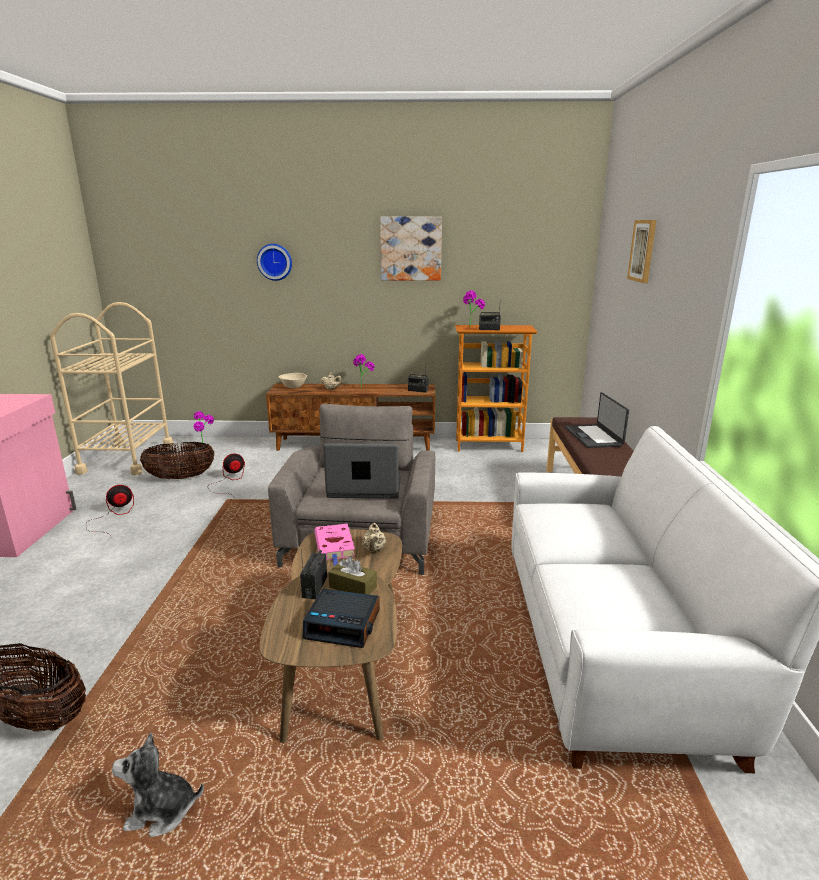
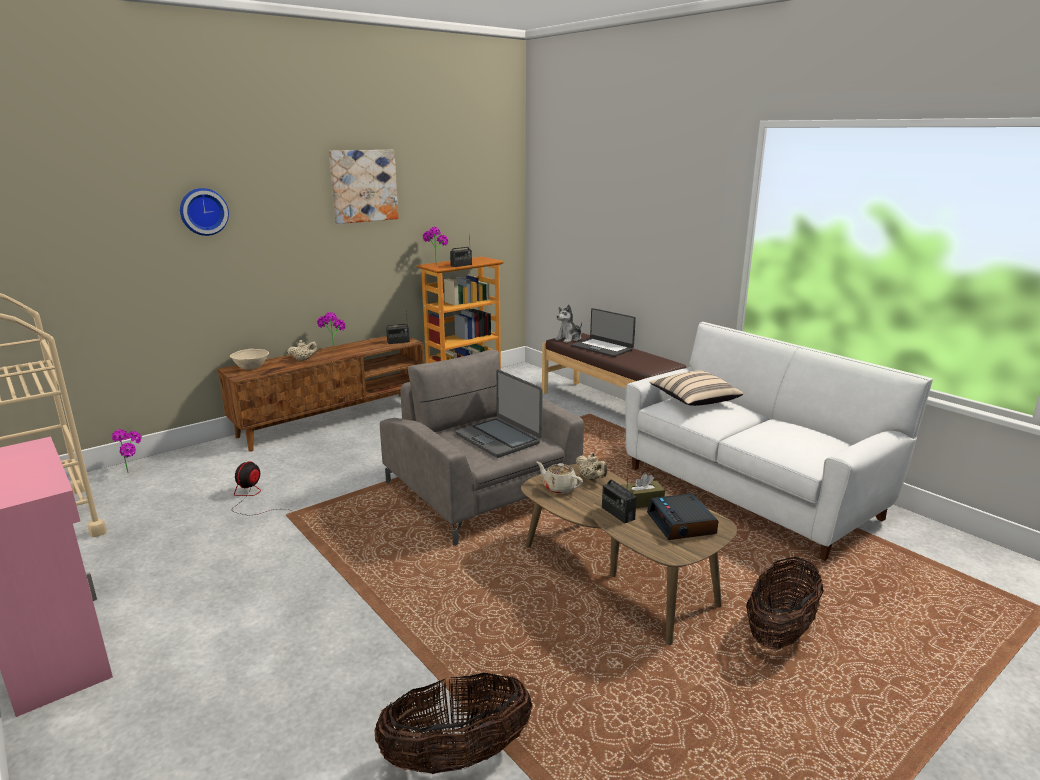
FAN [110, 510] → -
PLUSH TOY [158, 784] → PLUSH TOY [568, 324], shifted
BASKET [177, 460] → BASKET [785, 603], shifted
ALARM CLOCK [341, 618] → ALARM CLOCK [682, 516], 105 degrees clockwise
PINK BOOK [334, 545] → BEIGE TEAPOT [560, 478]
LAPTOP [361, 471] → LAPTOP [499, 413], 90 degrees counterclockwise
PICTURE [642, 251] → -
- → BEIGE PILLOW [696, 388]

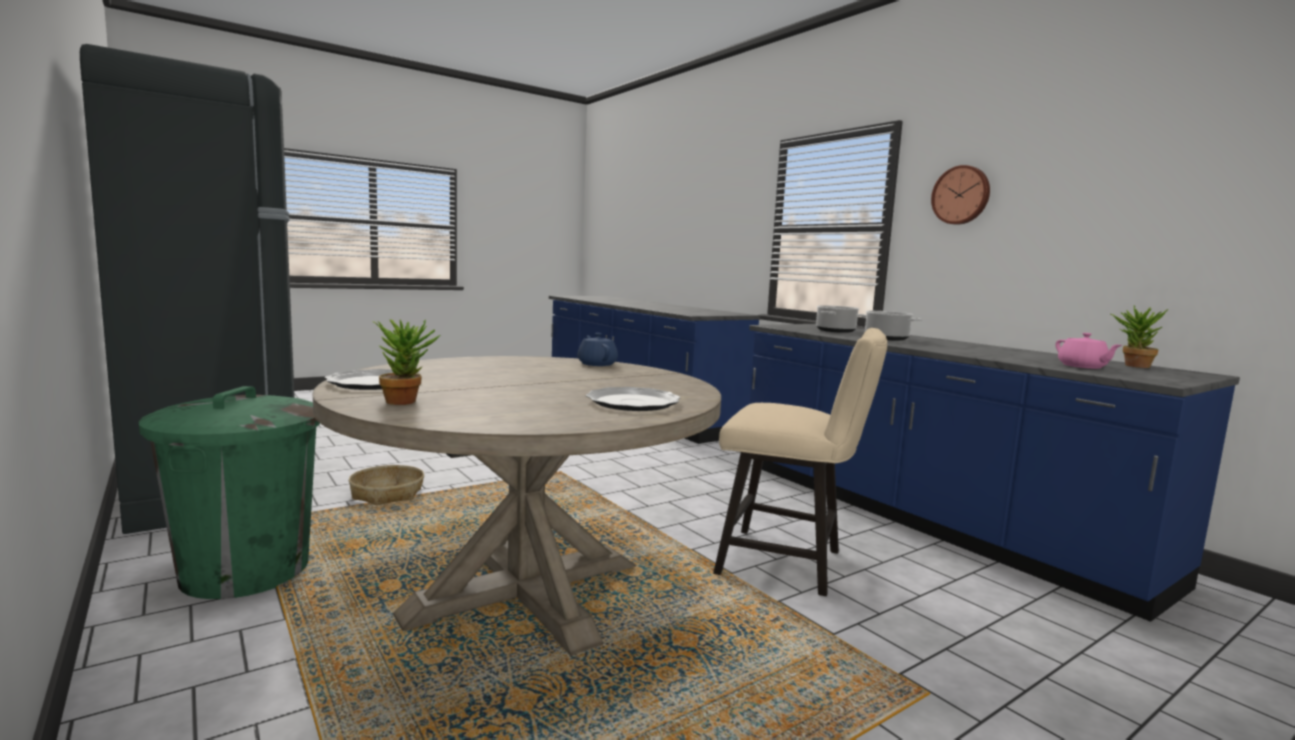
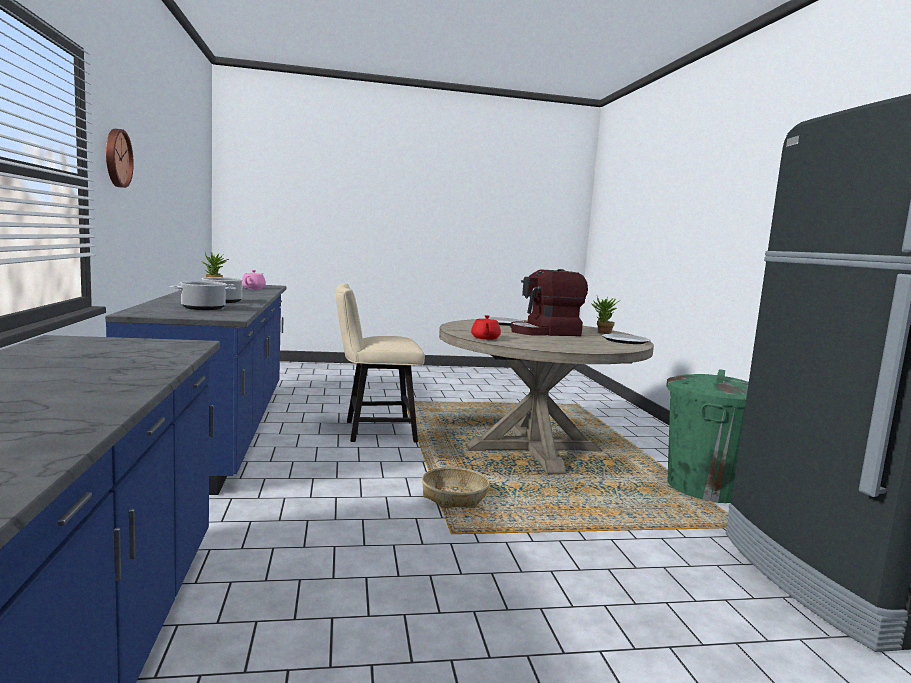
BASKET [386, 485] → BASKET [455, 487], shifted
BLUE TEAPOT [597, 349] → RED TEAPOT [486, 327]
BEIGE CHAIR [800, 462] → BEIGE CHAIR [380, 362], 60 degrees counterclockwise
- → COFFEE MACHINE [549, 302]

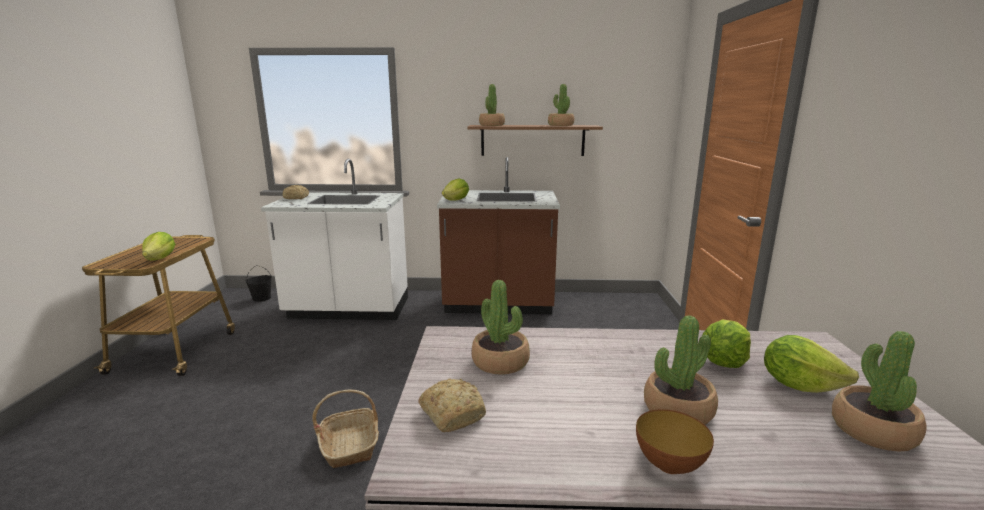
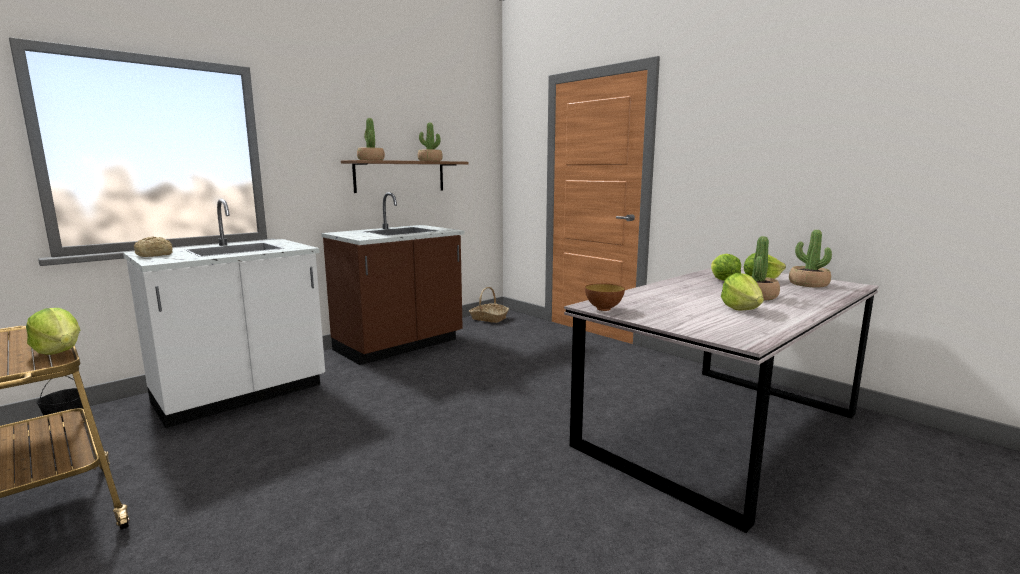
BASKET [346, 429] → BASKET [489, 305], shifted
BREAD [452, 405] → -
LETTUCE [455, 189] → LETTUCE [742, 292], shifted
POTTED PLANT [500, 327] → -
BOWL [675, 441] → BOWL [605, 297], shifted

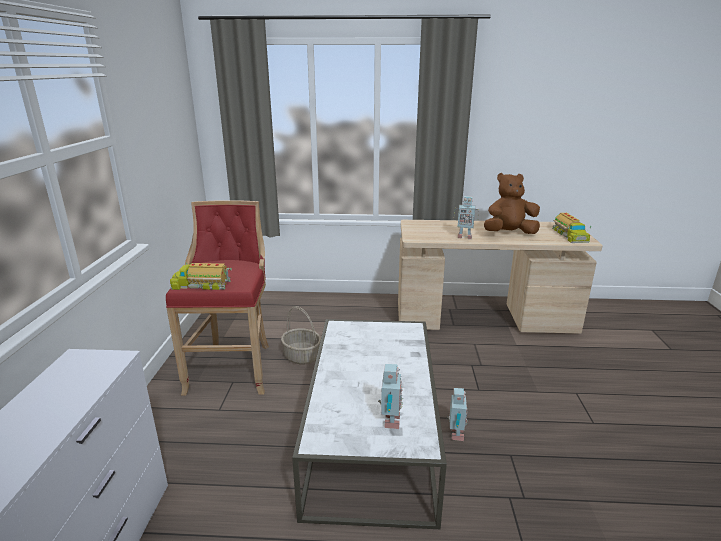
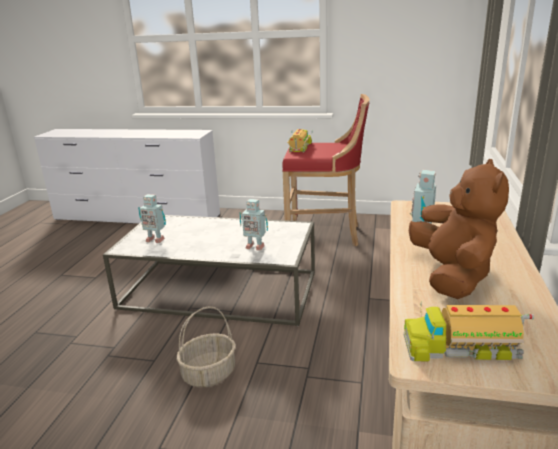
BASKET [301, 335] → BASKET [206, 346], shifted
TOY ROBOT [457, 414] → TOY ROBOT [254, 224], shifted

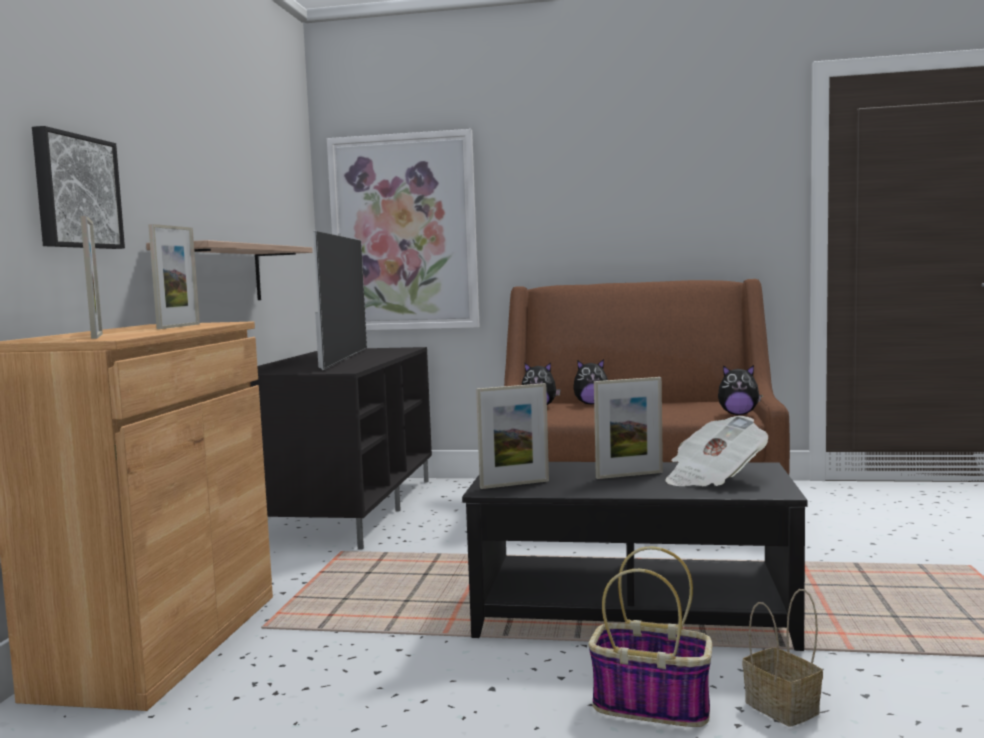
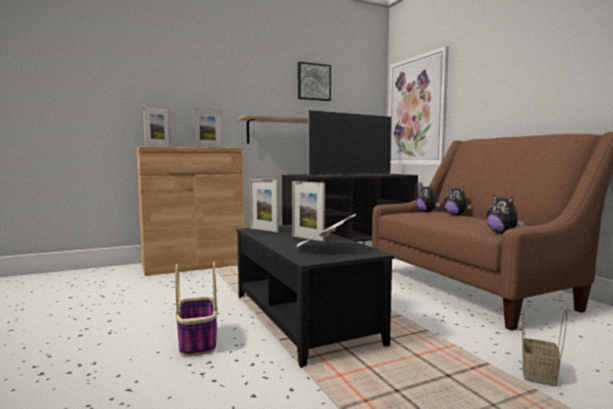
PICTURE [78, 187] → PICTURE [314, 81], shifted
BASKET [783, 658] → BASKET [544, 345], shifted

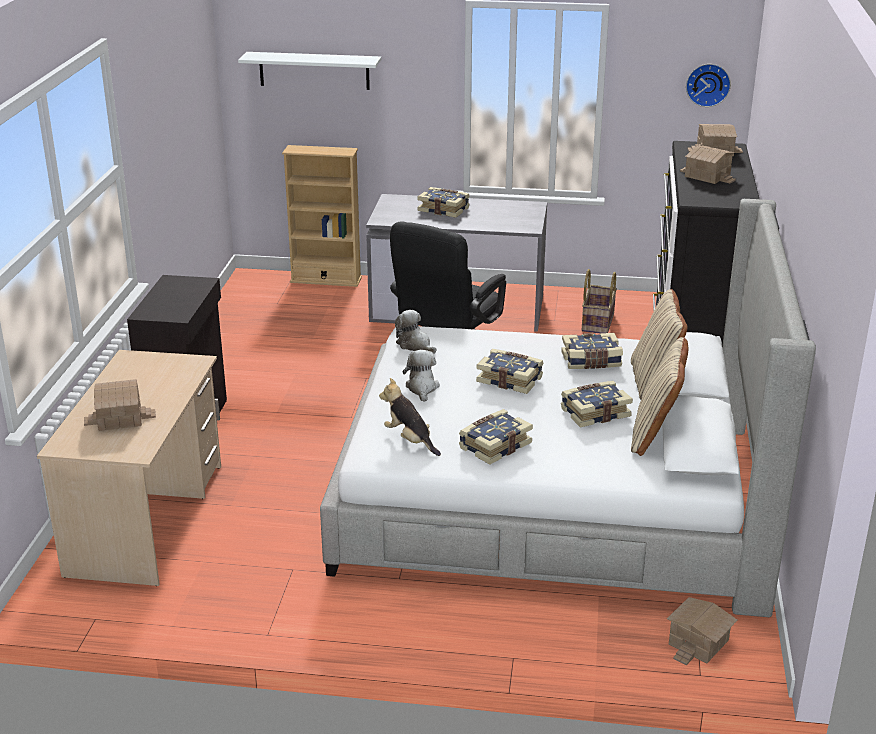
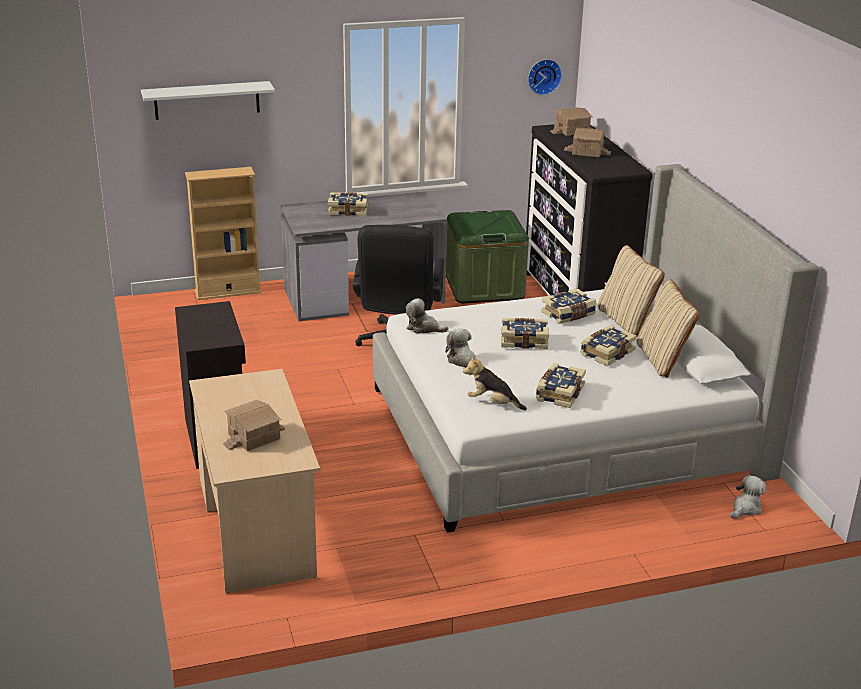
BASKET [599, 301] → GREEN STORAGE BOX [487, 256]
TOY HOUSE [702, 631] → PLUSH TOY [748, 497]

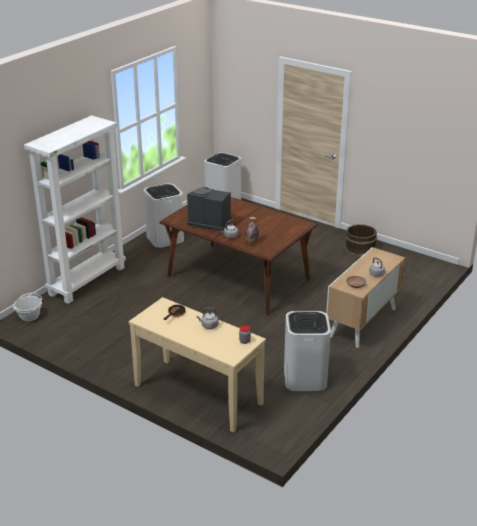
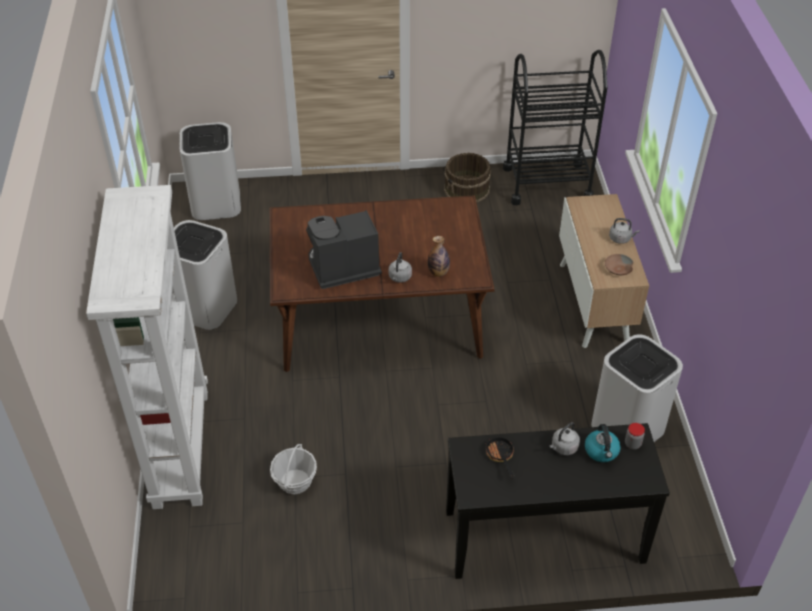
BASKET [27, 307] → BASKET [293, 469], shifted
BEIGE CONSOLE TABLE [197, 365] → BLACK CONSOLE TABLE [558, 501]
- → BLACK CART [555, 127]
- → KETTLE [603, 443]

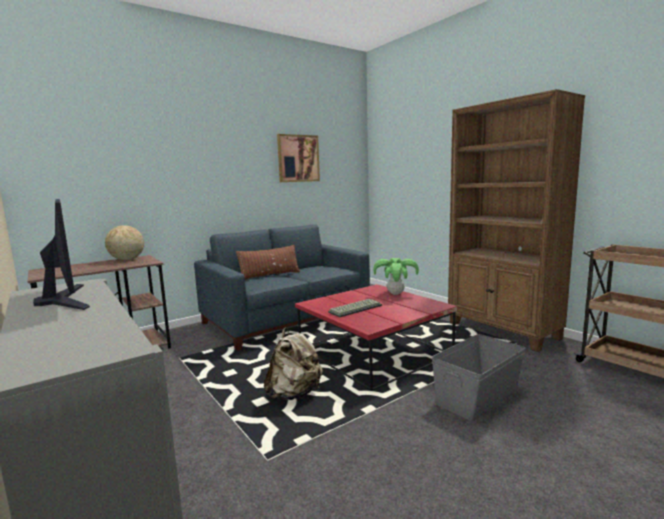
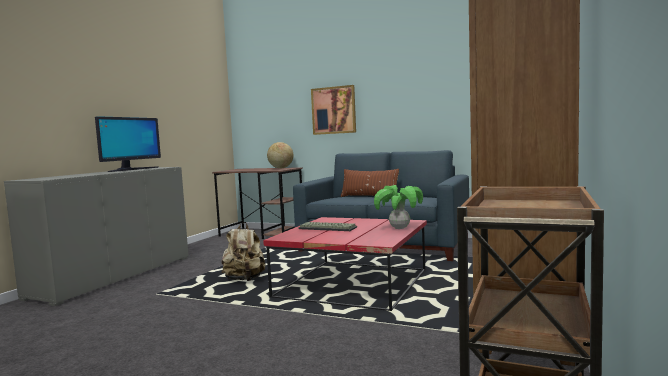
PICTURE [298, 158] → PICTURE [333, 110], shifted
GREY STORAGE BOX [479, 378] → -

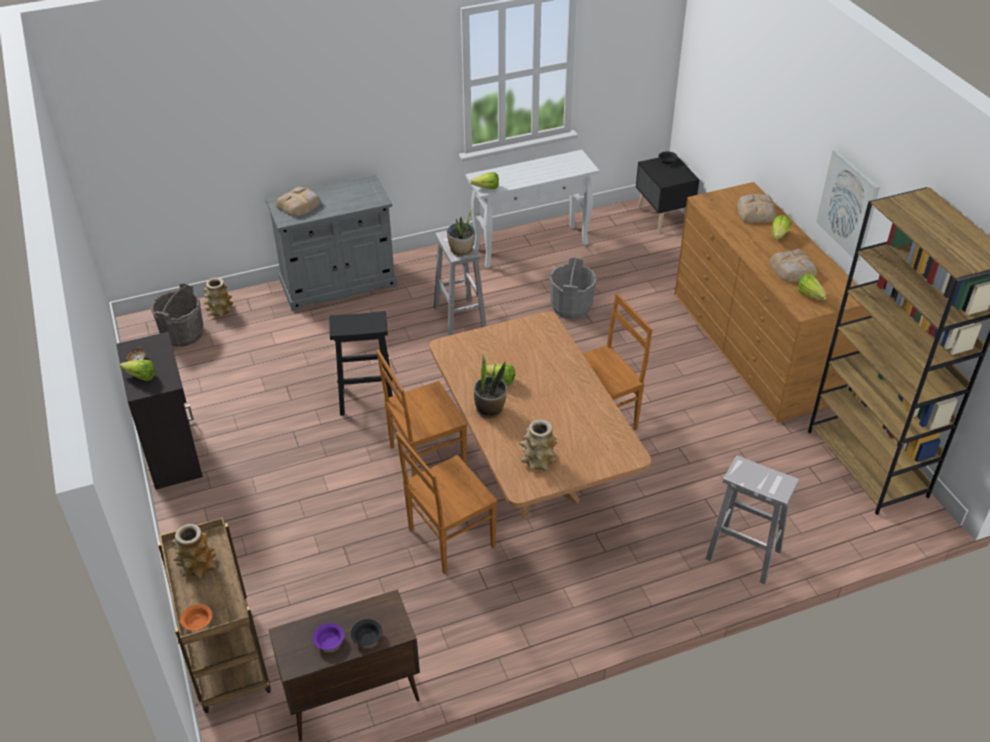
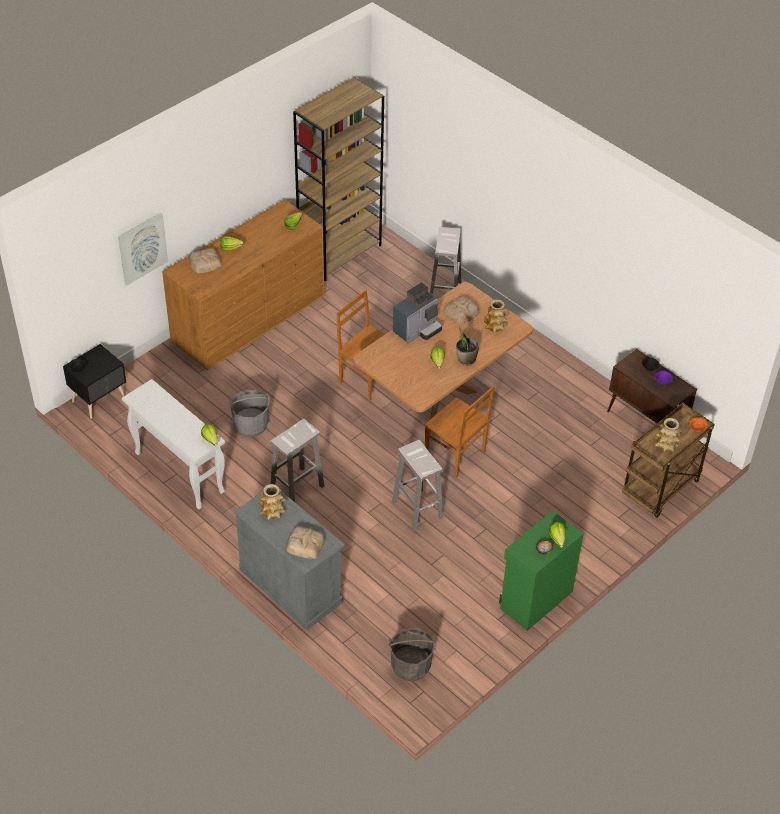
BLACK CABINET [159, 410] → GREEN CABINET [541, 571]
VASE [218, 297] → VASE [272, 502], shifted
BLACK STOOL [361, 363] → WHITE STOOL [417, 485]
BROWN CHAIR [447, 503] → -
POTTED PLANT [461, 233] → -
BREAD [793, 265] → BREAD [461, 310], shifted
PICTURE [848, 205] → PICTURE [143, 249], shifted
- → COFFEE MACHINE [417, 313]

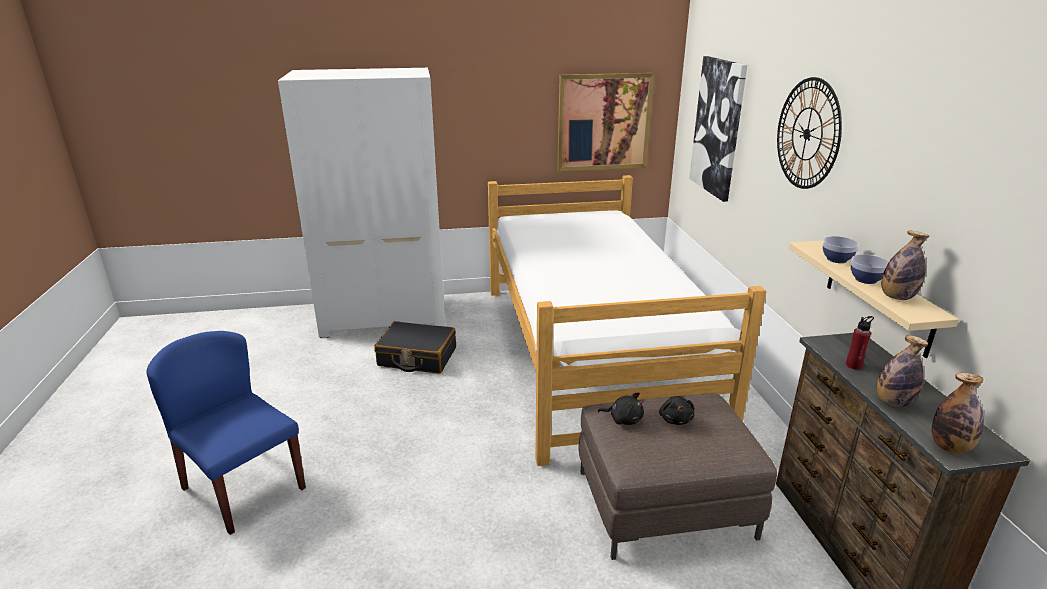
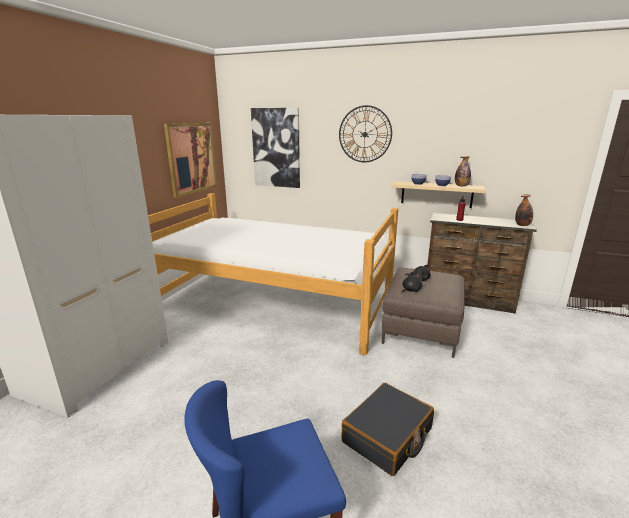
BLACK SUITCASE [415, 347] → BLACK SUITCASE [387, 429], shifted
BOTTLE [902, 371] → -

